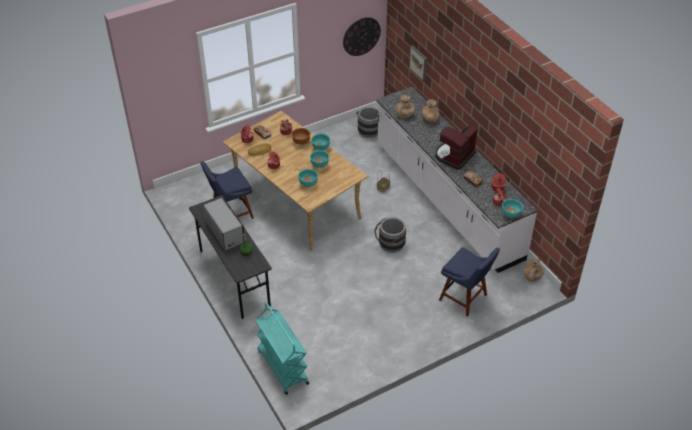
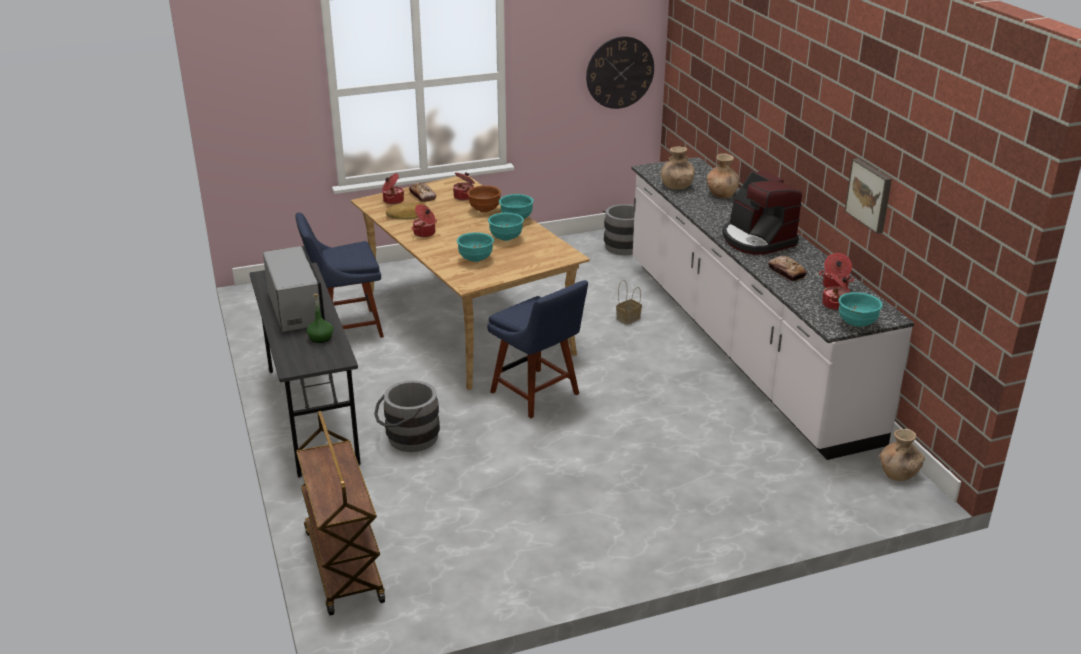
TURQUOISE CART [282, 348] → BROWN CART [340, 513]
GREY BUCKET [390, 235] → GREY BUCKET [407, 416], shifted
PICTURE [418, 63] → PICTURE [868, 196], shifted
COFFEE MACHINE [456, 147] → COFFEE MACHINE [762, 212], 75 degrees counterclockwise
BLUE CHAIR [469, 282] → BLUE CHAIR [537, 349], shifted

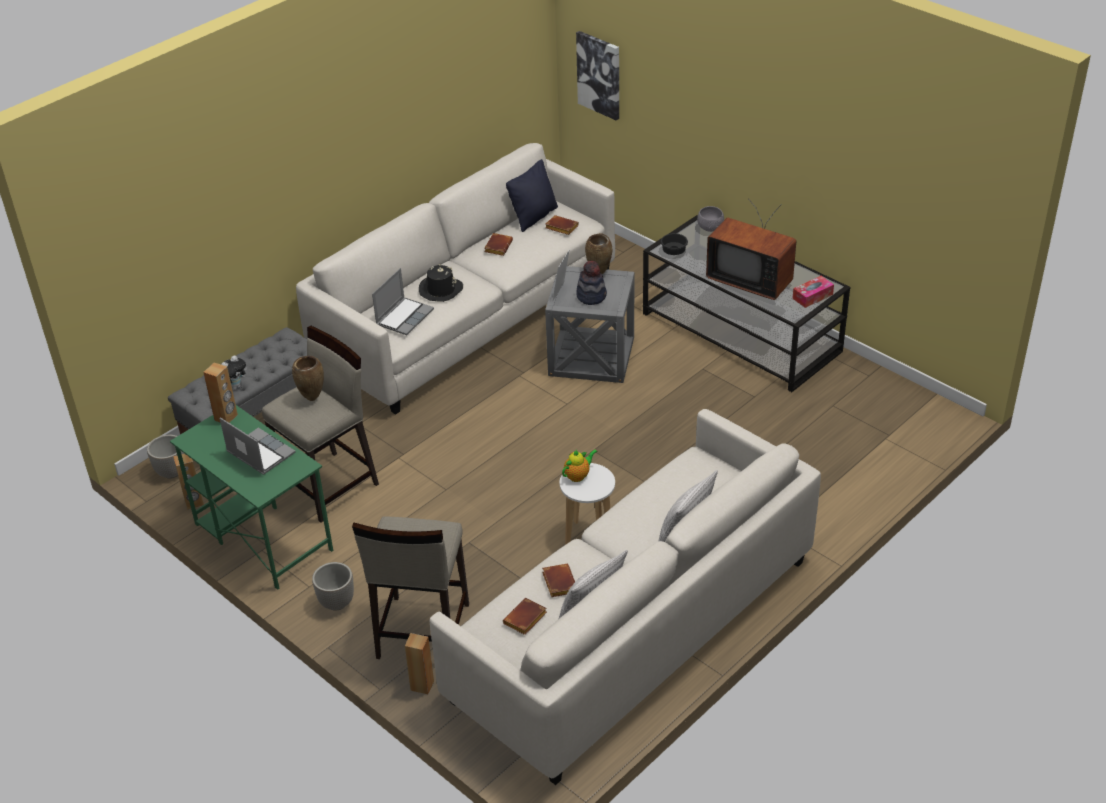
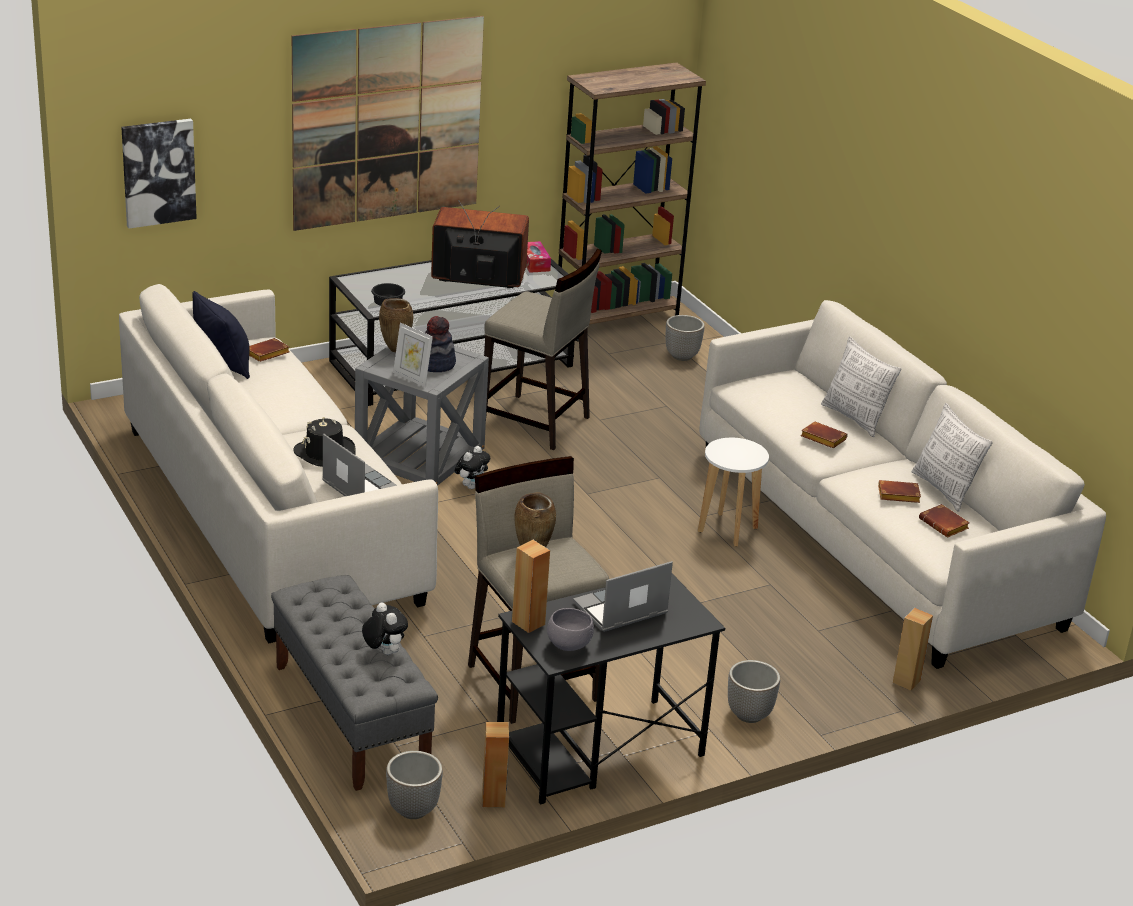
GREEN DESK [251, 497] → BLACK DESK [611, 689]
BEIGE STOOL [410, 587] → BEIGE STOOL [543, 349], shifted
BROWN BOOK [498, 244] → BROWN BOOK [824, 434], shifted
TEAPOT [580, 465] → -
GREY BOWL [710, 219] → GREY BOWL [570, 629], shifted
TELEVISION [751, 249] → TELEVISION [480, 244], 135 degrees counterclockwise
- → PICTURE [388, 123]
- → PLUSH TOY [472, 467]
- → BROWN BOOKCASE [632, 201]
- → PLANTER [685, 338]

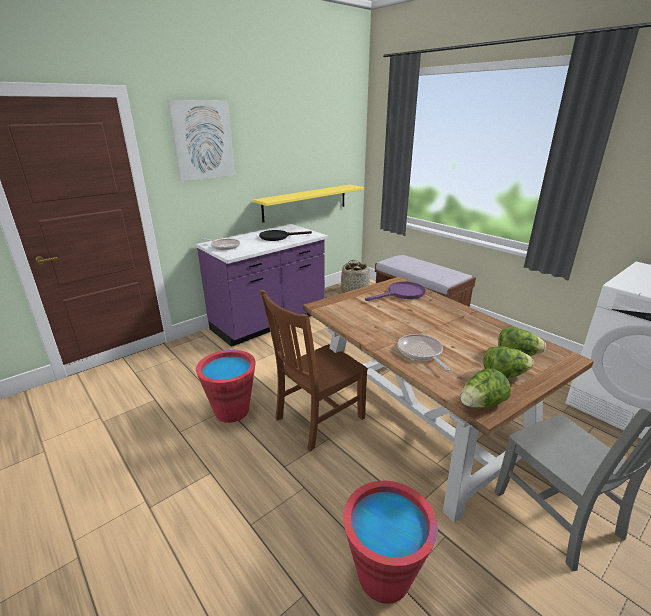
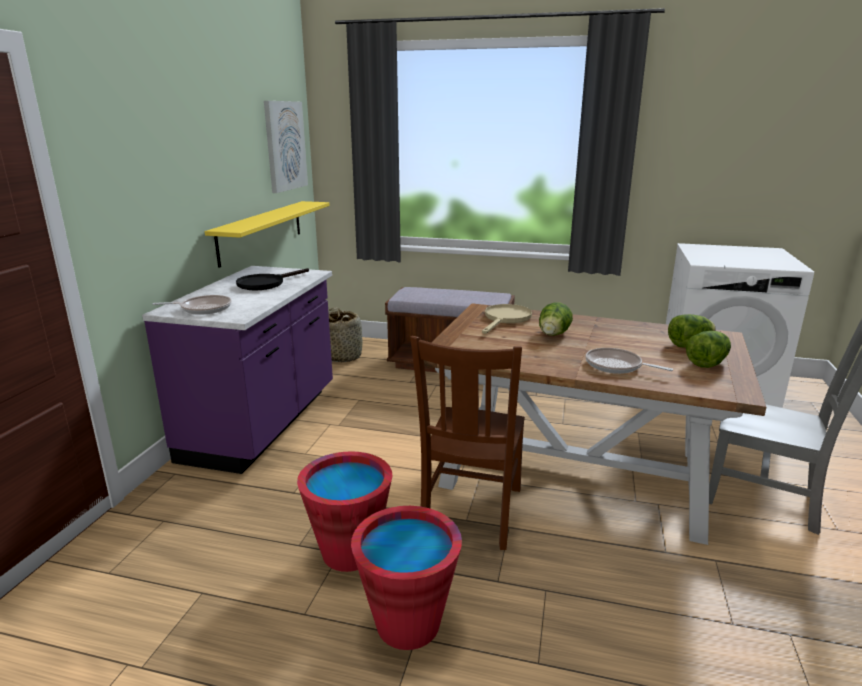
PICTURE [201, 140] → PICTURE [286, 147], shifted
RED BUCKET [390, 542] → RED BUCKET [406, 578], shifted
PURPLE FRYING PAN [395, 291] → BEIGE FRYING PAN [507, 319]
LETTUCE [486, 388] → LETTUCE [556, 319], shifted

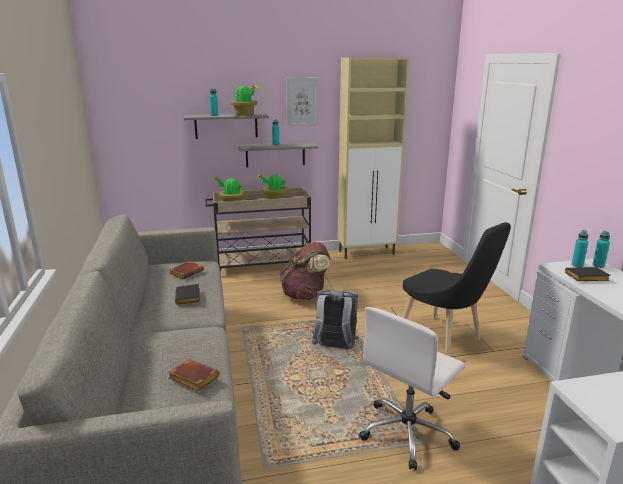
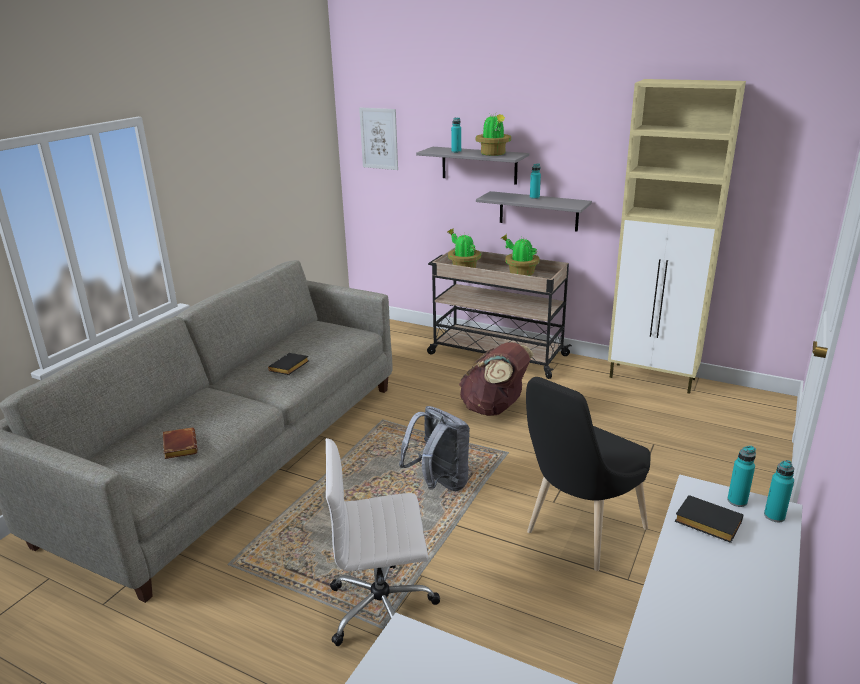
BROWN BOOK [186, 270] → -
PICTURE [302, 102] → PICTURE [378, 138], shifted
BLACK CHAIR [457, 289] → BLACK CHAIR [588, 474], 45 degrees clockwise

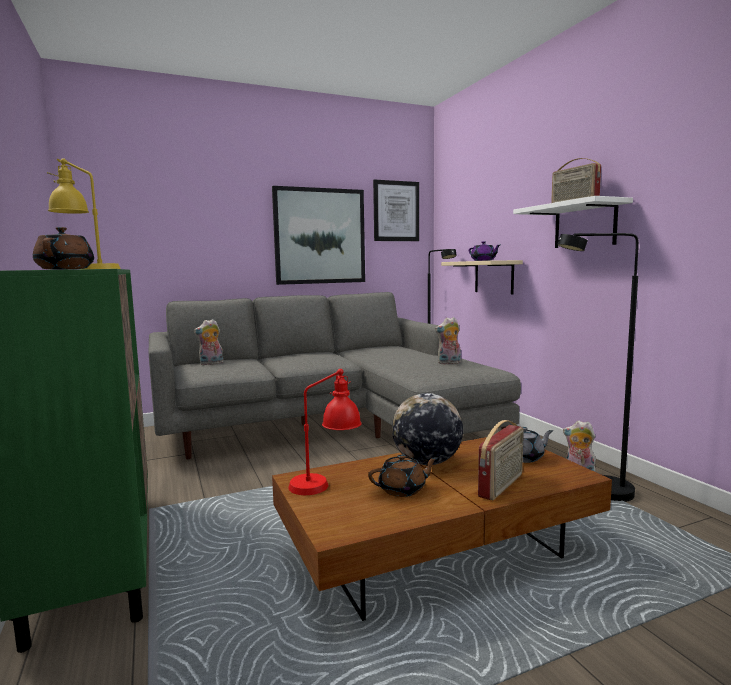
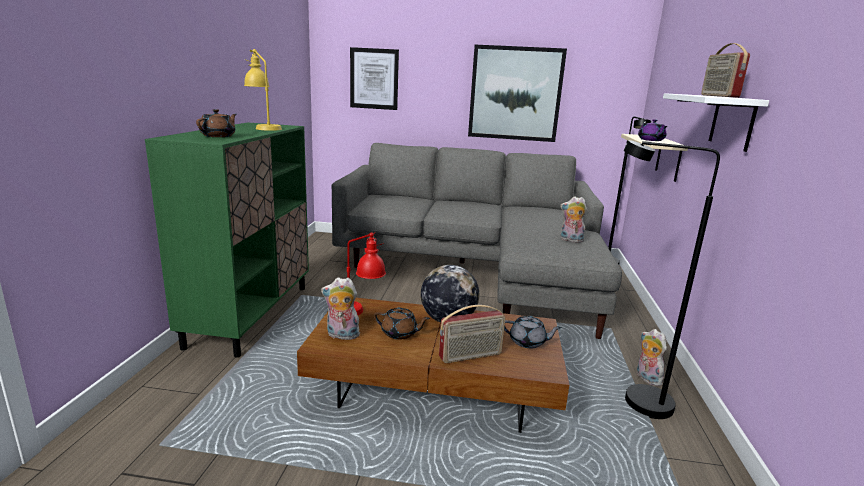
PLUSH TOY [208, 342] → PLUSH TOY [342, 308], shifted
PICTURE [396, 210] → PICTURE [374, 78], shifted

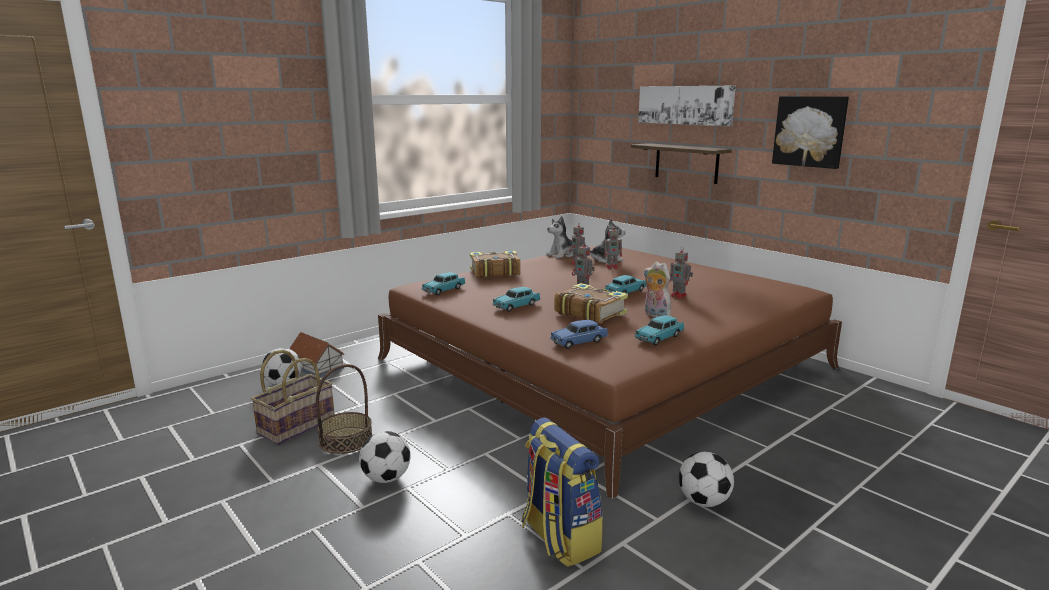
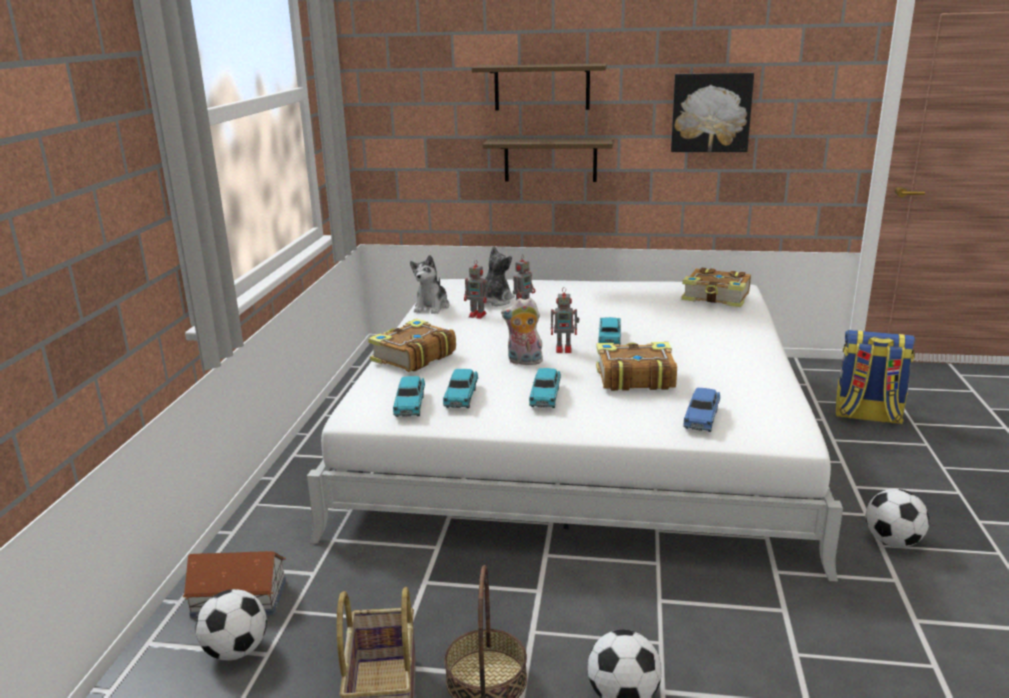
BROWN BED [610, 372] → WHITE BED [575, 430]
BACKPACK [562, 492] → BACKPACK [875, 377], shifted
TURQUOISE TOY CAR [660, 330] → TURQUOISE TOY CAR [460, 388], shifted
PICTURE [687, 106] → SHELF [539, 87]
PLUSH TOY [657, 290] → PLUSH TOY [522, 331], shifted
TOY ROBOT [681, 272] → -
- → BOOK [716, 287]

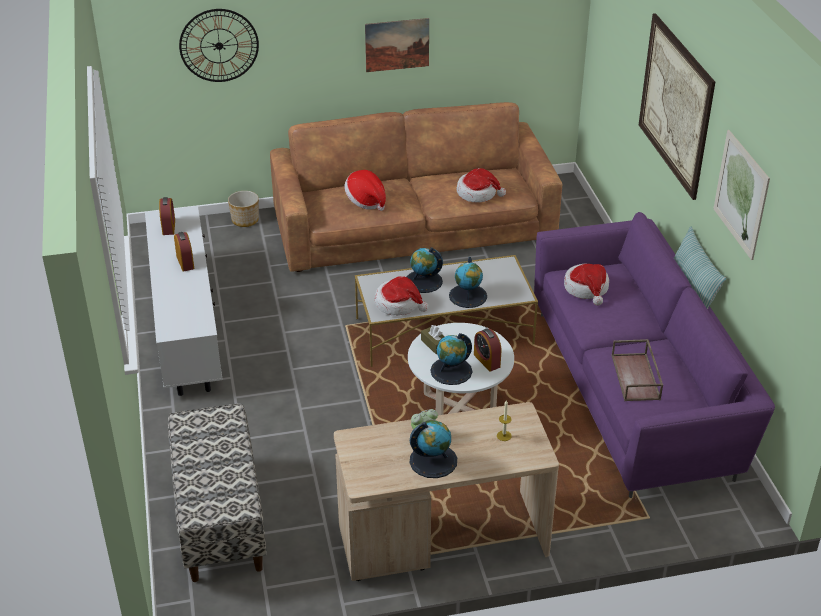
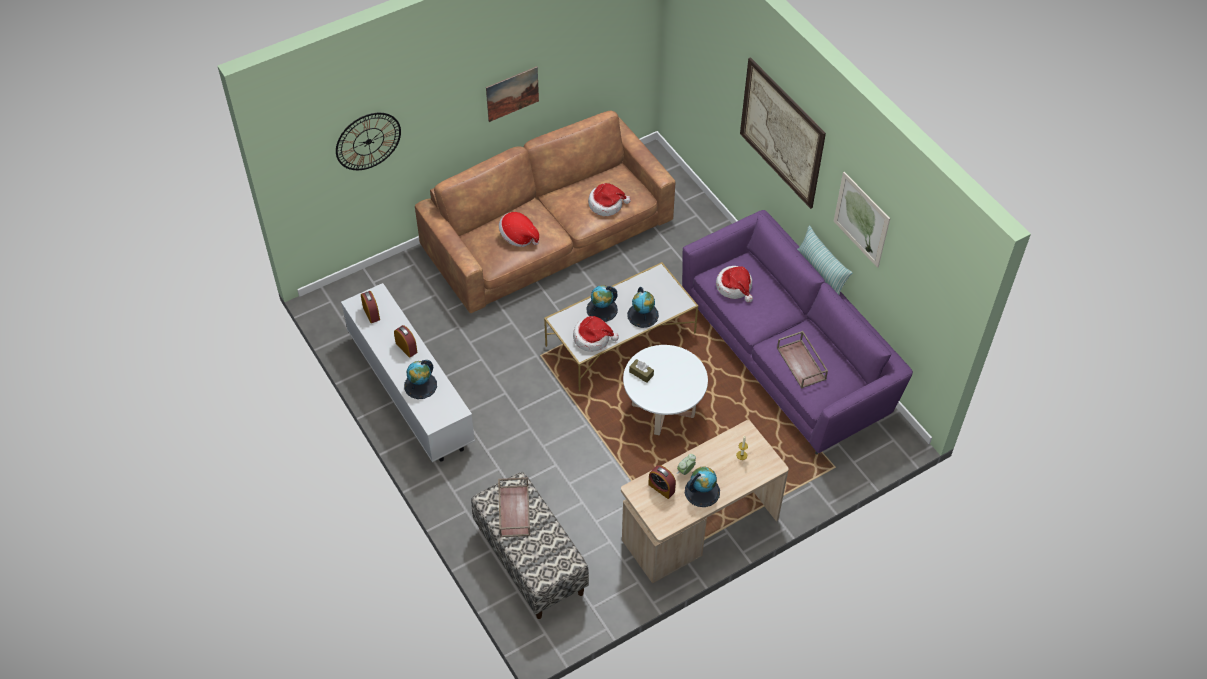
PLANTER [243, 209] → -
GLOBE [451, 359] → GLOBE [420, 379], shifted
ALARM CLOCK [487, 349] → ALARM CLOCK [662, 482], shifted
- → BROWN TRAY [514, 507]

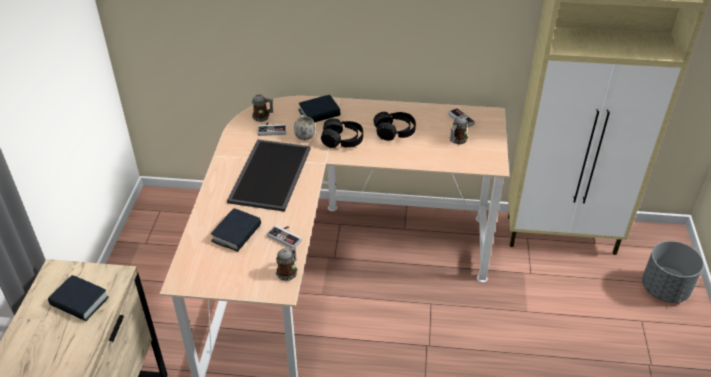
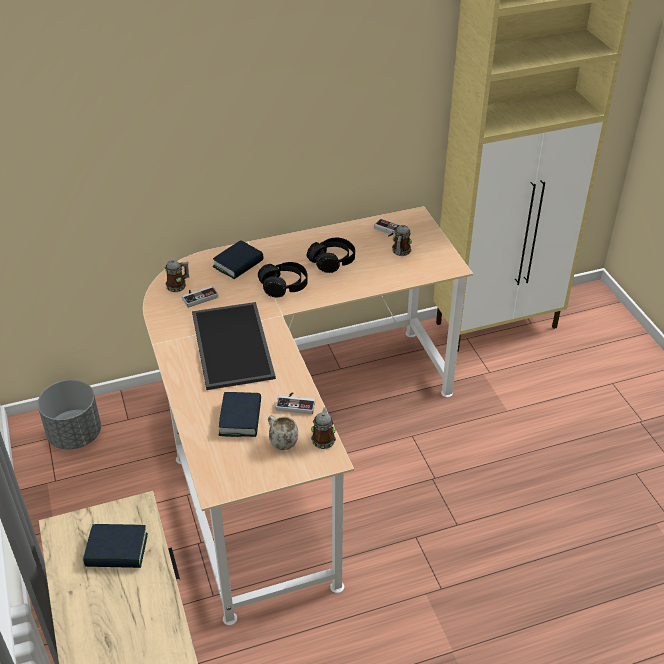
WHITE MUG [304, 127] → WHITE MUG [283, 432], shifted
GREY PLANTER [673, 272] → GREY PLANTER [69, 415], shifted

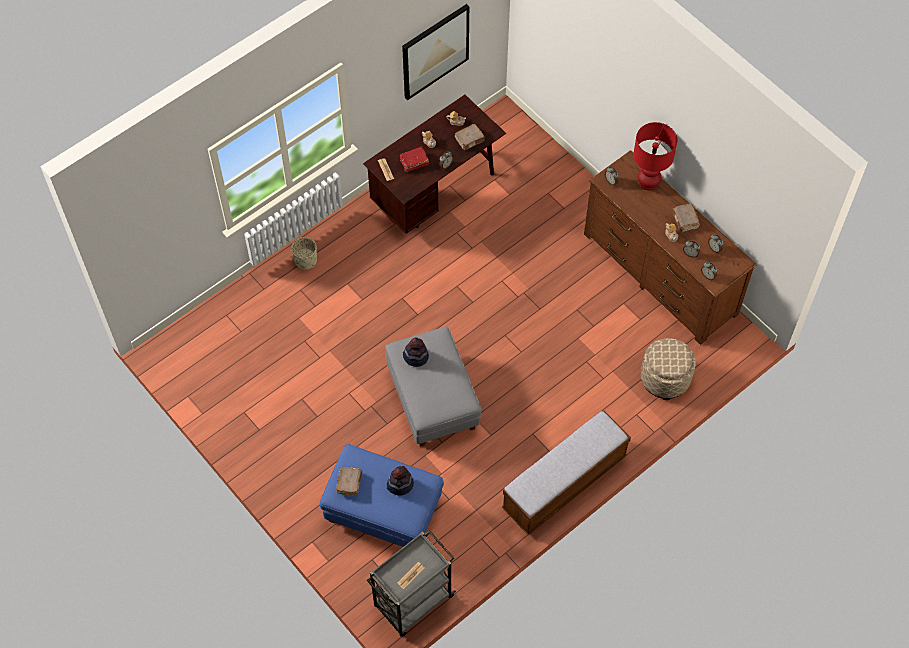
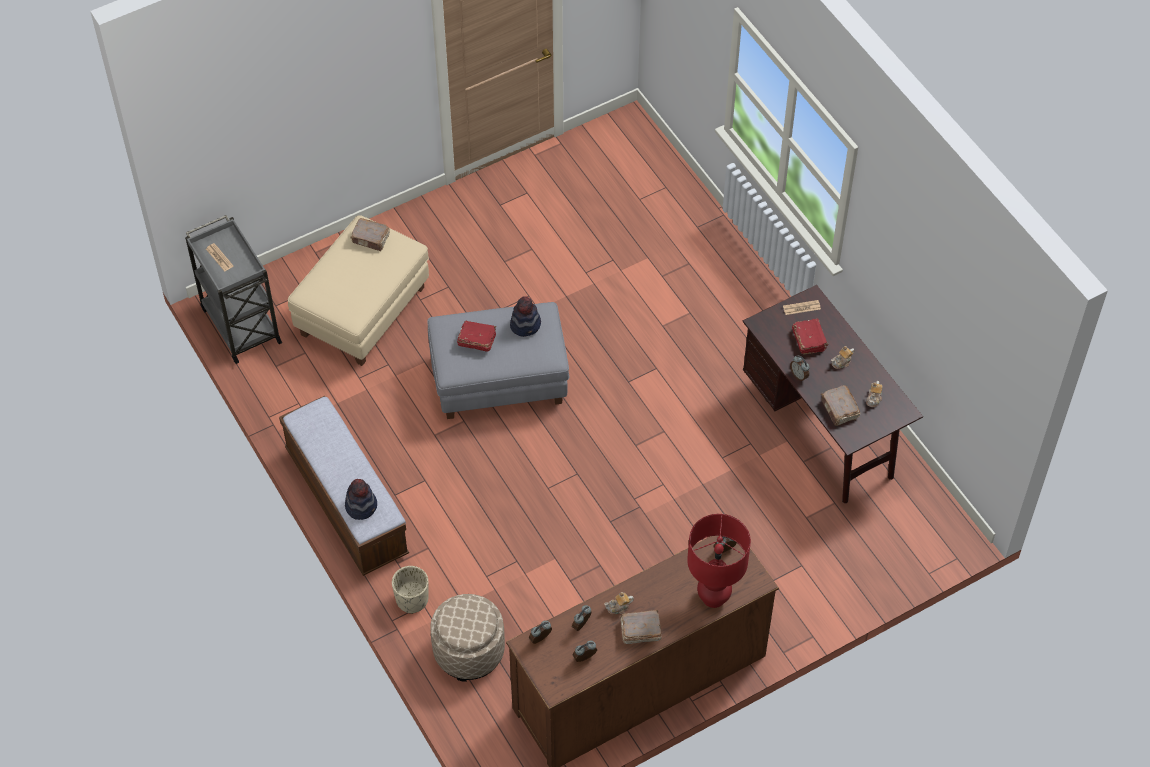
BEIGE PLANTER [304, 253] → BEIGE PLANTER [410, 590], shifted
BLUE OTTOMAN [382, 495] → BEIGE OTTOMAN [358, 290]
HAT [400, 481] → HAT [361, 499], shifted
PICTURE [435, 52] → -
- → RED BOOK [476, 336]

